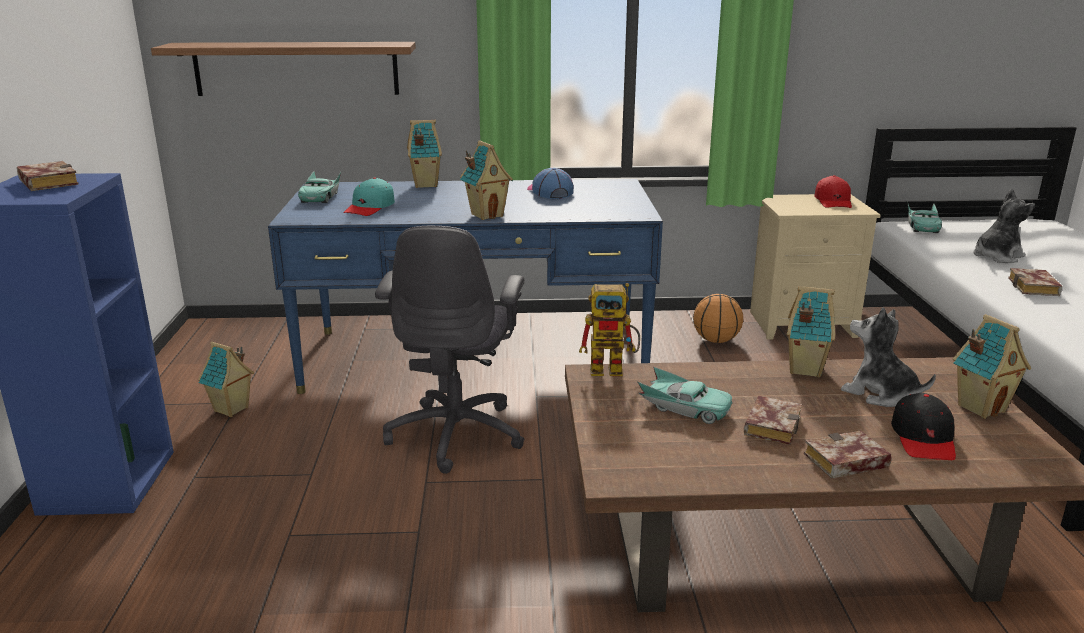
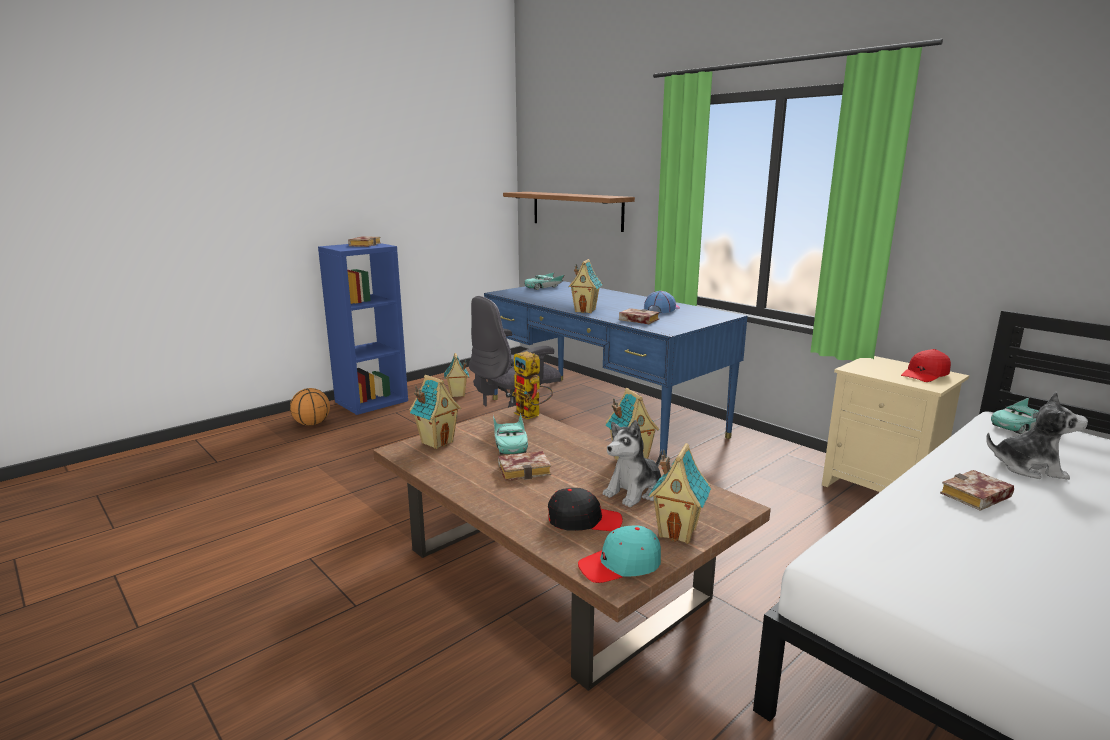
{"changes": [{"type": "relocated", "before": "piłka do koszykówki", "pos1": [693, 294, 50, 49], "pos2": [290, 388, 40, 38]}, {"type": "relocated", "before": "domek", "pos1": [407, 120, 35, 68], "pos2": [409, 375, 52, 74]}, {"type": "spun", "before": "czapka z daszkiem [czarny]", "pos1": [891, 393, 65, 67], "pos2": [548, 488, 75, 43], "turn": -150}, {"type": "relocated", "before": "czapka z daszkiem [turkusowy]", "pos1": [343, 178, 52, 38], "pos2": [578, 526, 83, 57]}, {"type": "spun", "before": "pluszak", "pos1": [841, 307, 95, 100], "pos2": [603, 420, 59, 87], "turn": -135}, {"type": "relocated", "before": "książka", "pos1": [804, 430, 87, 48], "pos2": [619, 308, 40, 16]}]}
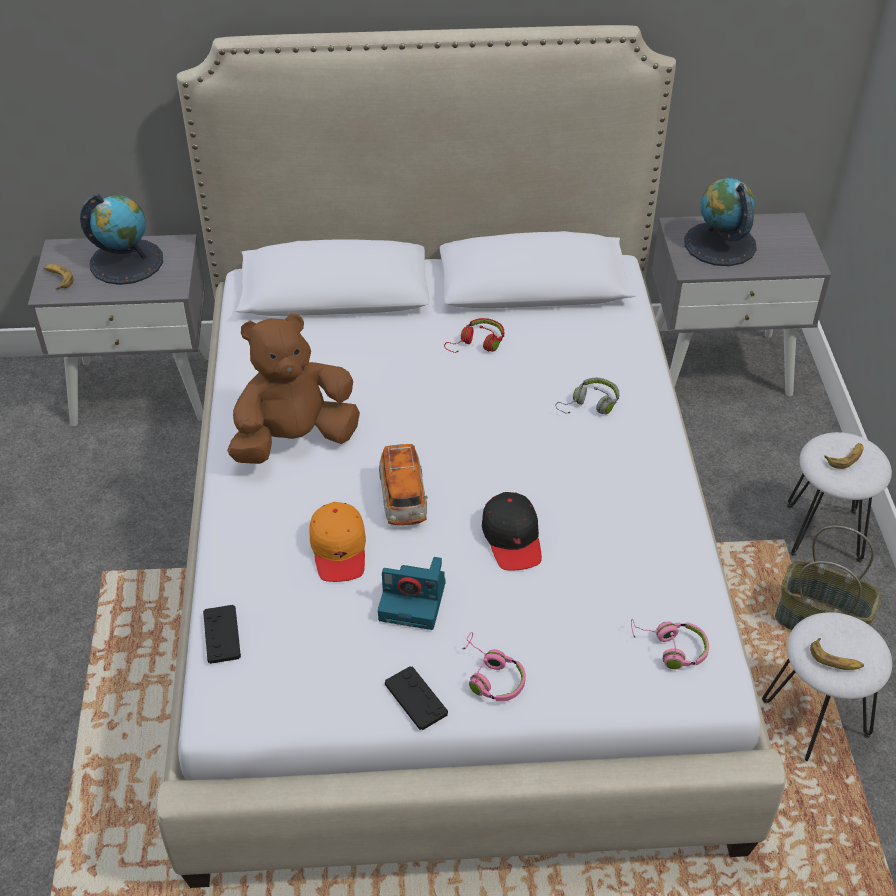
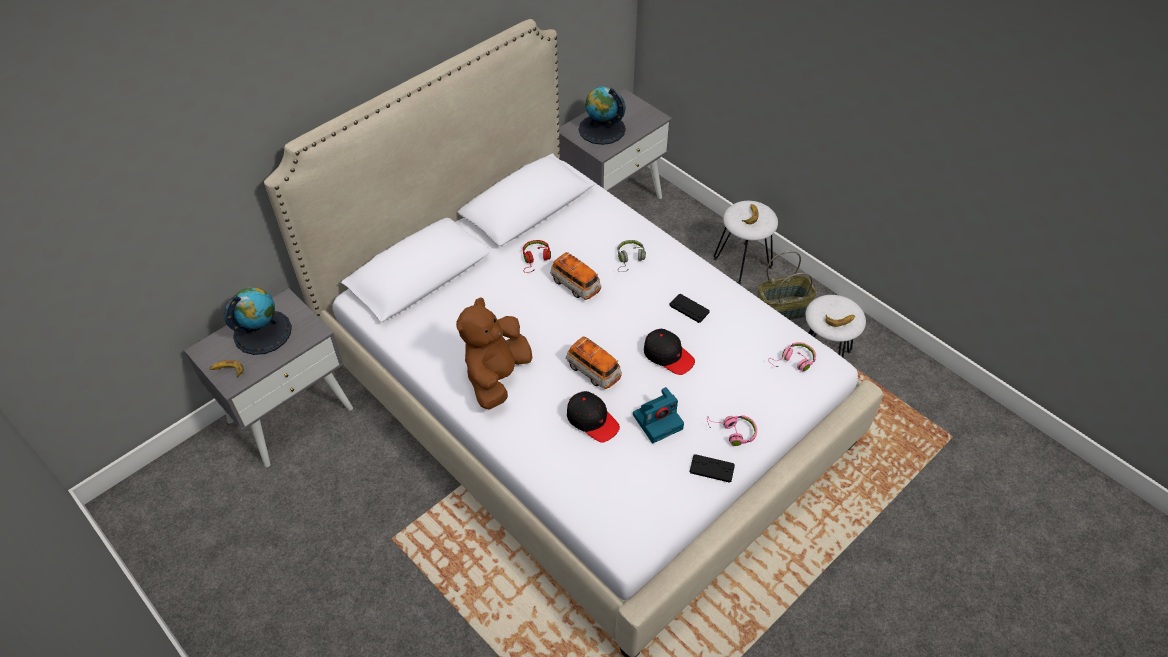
{"changes": [{"type": "appeared", "after": "samochodzik", "pos2": [550, 252, 51, 48]}, {"type": "colour", "before": "czapka z daszkiem [pomarańczowy]", "after": "czapka z daszkiem [czarny]", "pos1": [309, 502, 57, 80], "pos2": [567, 391, 53, 52]}, {"type": "relocated", "before": "pad do gier [czarny]", "pos1": [203, 605, 38, 59], "pos2": [670, 294, 40, 29]}]}
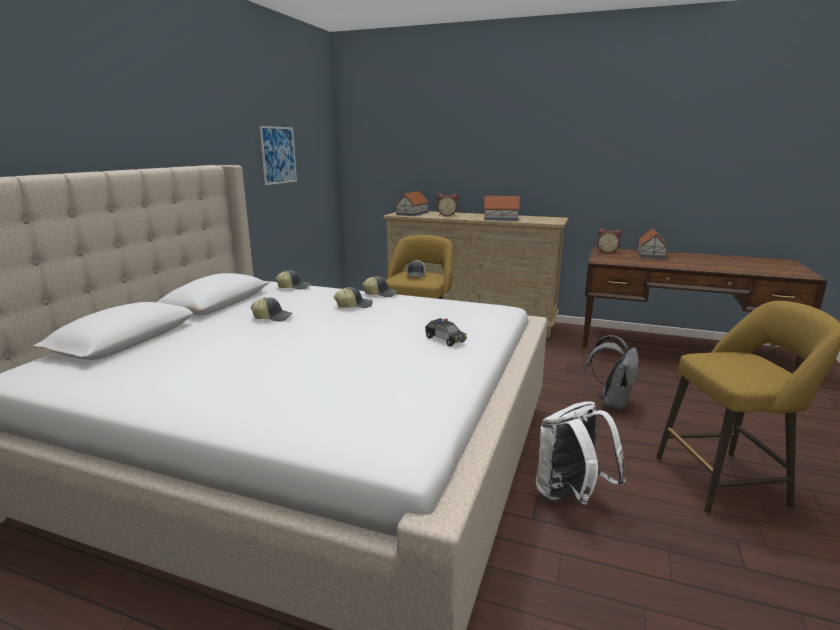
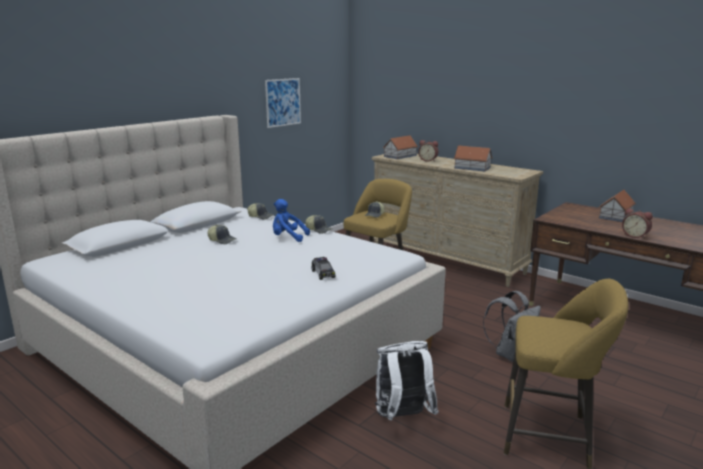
{"changes": [{"type": "exchanged", "before": "czapka z daszkiem", "after": "pluszak [niebieski]", "pos1": [334, 287, 39, 21], "pos2": [273, 199, 37, 43]}, {"type": "relocated", "before": "budzik", "pos1": [597, 229, 25, 24], "pos2": [622, 208, 31, 31]}]}
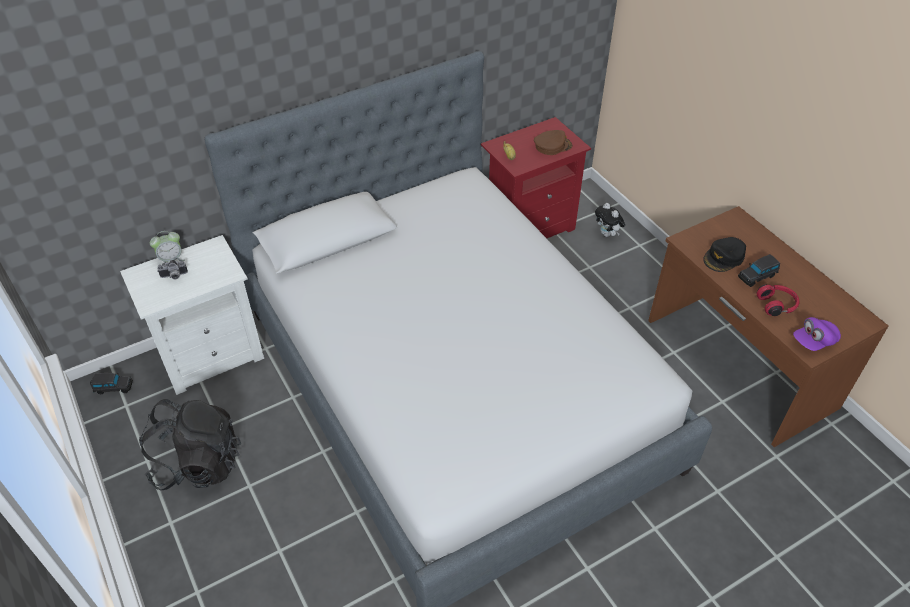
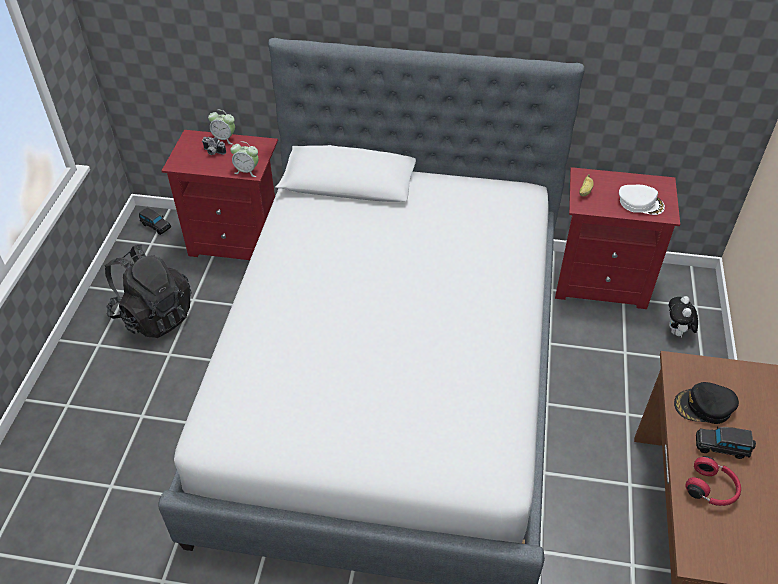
{"changes": [{"type": "colour", "before": "szafka nocna [biały]", "after": "szafka nocna [czerwony]", "pos1": [120, 235, 144, 160], "pos2": [162, 130, 116, 130]}, {"type": "appeared", "after": "budzik", "pos2": [230, 141, 28, 36]}, {"type": "colour", "before": "czapka z daszkiem [brązowy]", "after": "czapka z daszkiem [biały]", "pos1": [534, 130, 39, 25], "pos2": [619, 185, 46, 30]}, {"type": "missing", "before": "czapka z daszkiem [fioletowy]", "pos1": [793, 317, 48, 34]}]}
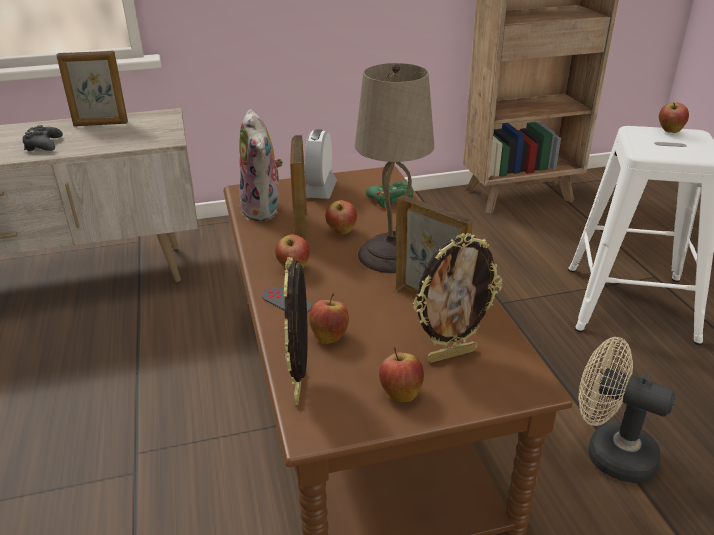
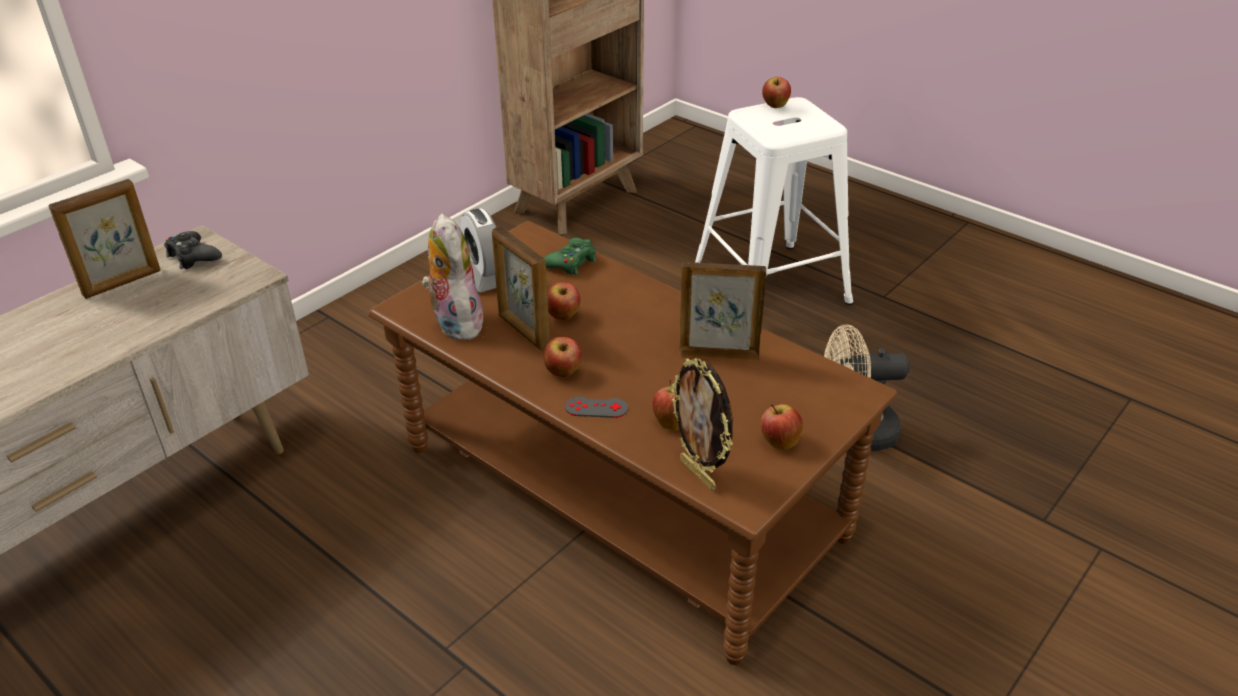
{"changes": [{"type": "relocated", "before": "pad do gier [czarny]", "pos1": [22, 125, 41, 26], "pos2": [164, 231, 58, 38]}, {"type": "spun", "before": "pluszak", "pos1": [239, 109, 44, 112], "pos2": [421, 213, 65, 127], "turn": -150}, {"type": "missing", "before": "lampa stołowa [beżowy]", "pos1": [355, 63, 79, 210]}, {"type": "missing", "before": "ramka na zdjęcie", "pos1": [413, 233, 89, 130]}]}
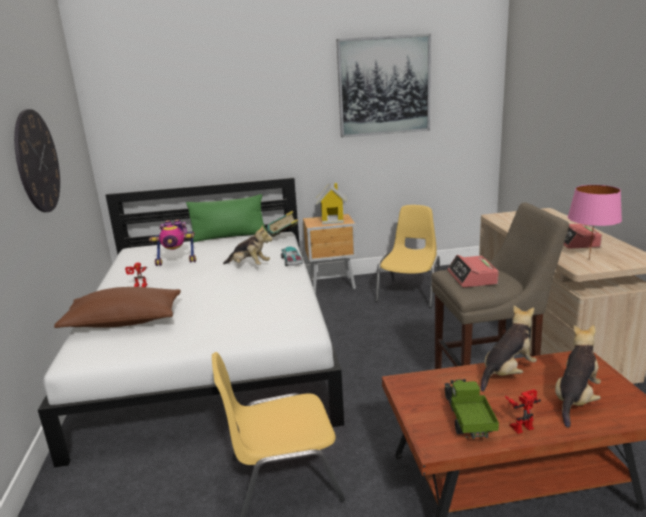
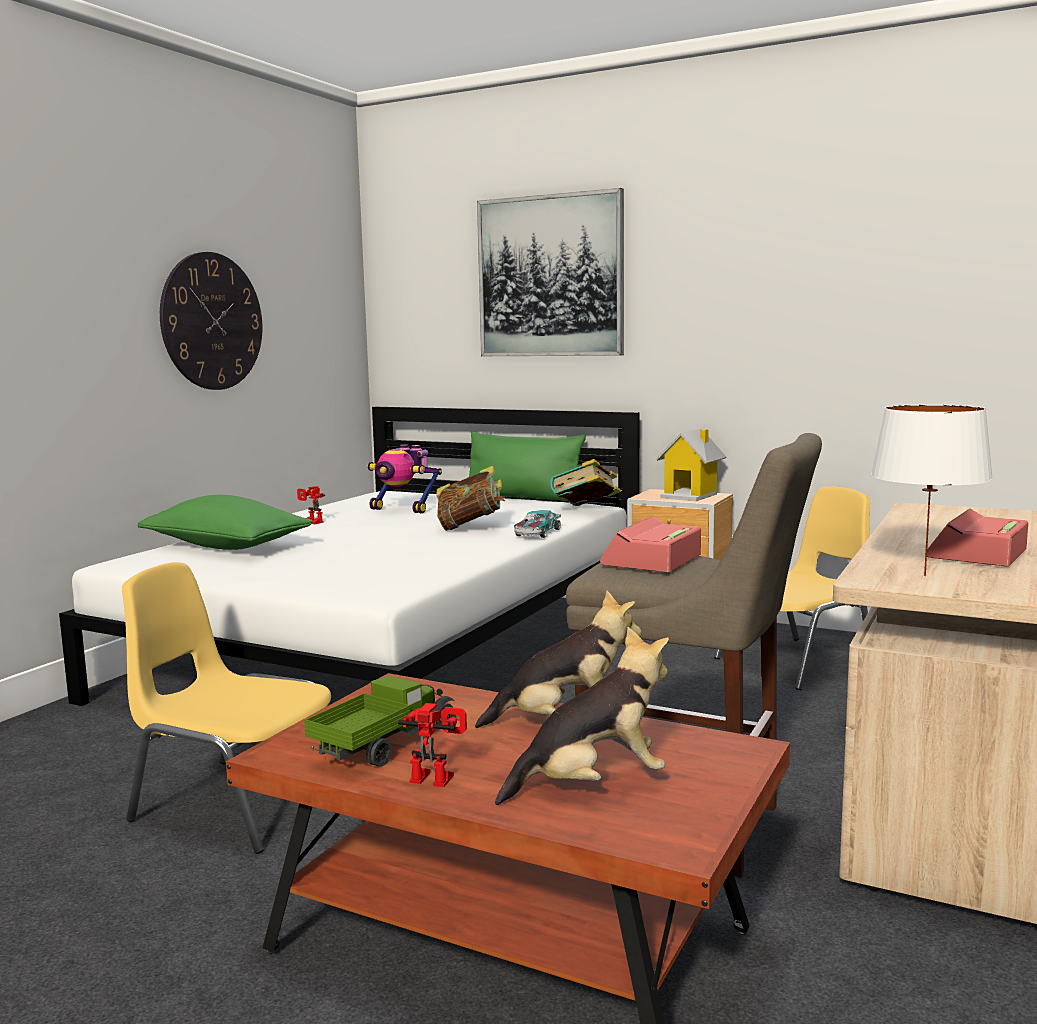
{"changes": [{"type": "colour", "before": "poduszka [brązowy]", "after": "poduszka [zielony]", "pos1": [54, 287, 127, 41], "pos2": [137, 495, 176, 55]}, {"type": "exchanged", "before": "pluszak", "after": "książka", "pos1": [223, 224, 50, 41], "pos2": [436, 466, 69, 65]}, {"type": "relocated", "before": "obraz", "pos1": [336, 34, 95, 104], "pos2": [477, 188, 147, 168]}, {"type": "colour", "before": "lampa stołowa [różowy]", "after": "lampa stołowa [biały]", "pos1": [568, 185, 54, 75], "pos2": [871, 404, 122, 172]}]}
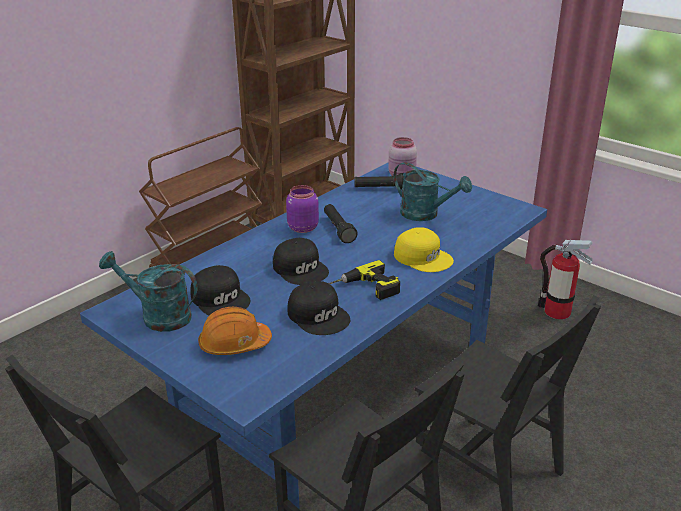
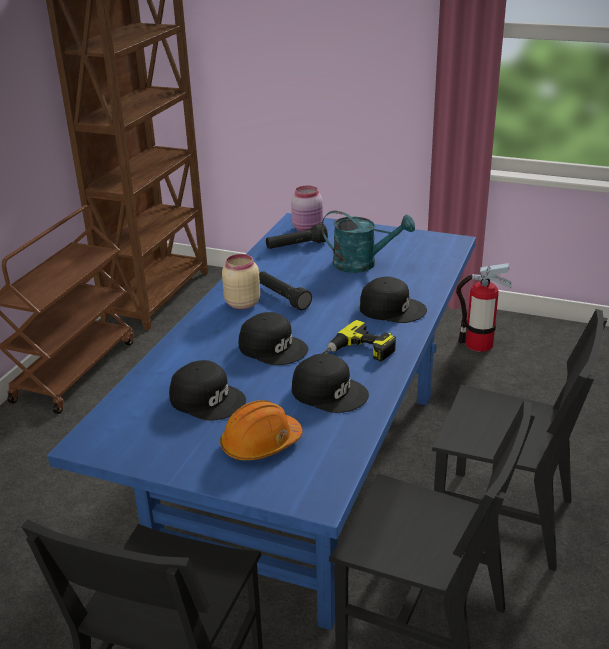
{"changes": [{"type": "colour", "before": "słoik [fioletowy]", "after": "słoik [beżowy]", "pos1": [286, 185, 33, 48], "pos2": [222, 254, 38, 55]}, {"type": "colour", "before": "czapka z daszkiem [żółty]", "after": "czapka z daszkiem [czarny]", "pos1": [394, 227, 60, 45], "pos2": [360, 276, 67, 47]}, {"type": "missing", "before": "konewka [turkusowy]", "pos1": [99, 251, 99, 81]}]}
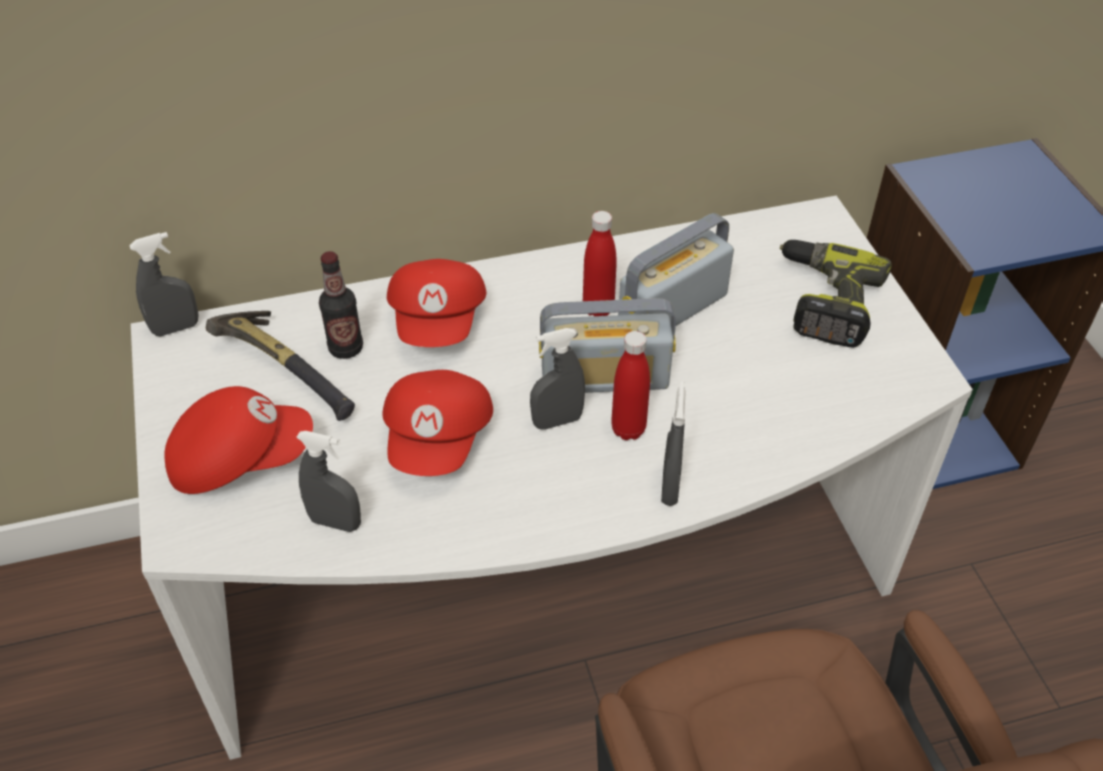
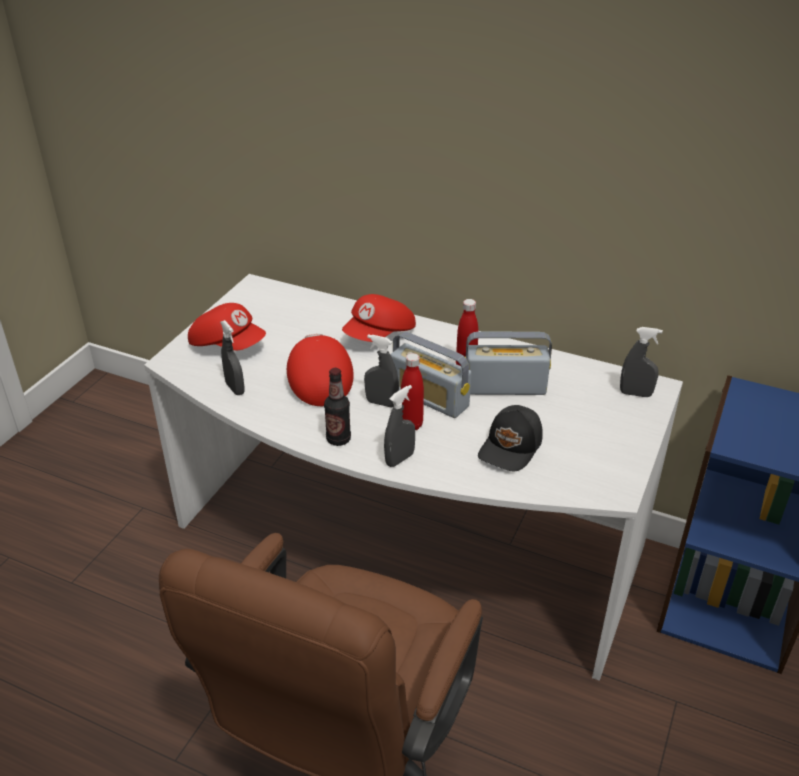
{"changes": [{"type": "spun", "before": "czapka z daszkiem [czerwony]", "pos1": [382, 370, 111, 106], "pos2": [287, 334, 67, 72], "turn": 120}, {"type": "relocated", "before": "butelka", "pos1": [319, 251, 44, 108], "pos2": [324, 368, 27, 78]}, {"type": "appeared", "after": "czapka z daszkiem [czarny]", "pos2": [478, 405, 65, 67]}, {"type": "relocated", "before": "spryskiwacz [szary]", "pos1": [129, 232, 69, 104], "pos2": [620, 327, 43, 70]}, {"type": "missing", "before": "młotek", "pos1": [206, 311, 149, 110]}, {"type": "missing", "before": "wiertarka", "pos1": [780, 240, 112, 108]}]}
